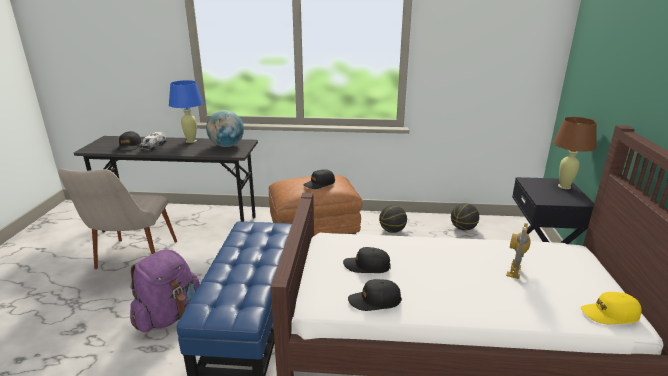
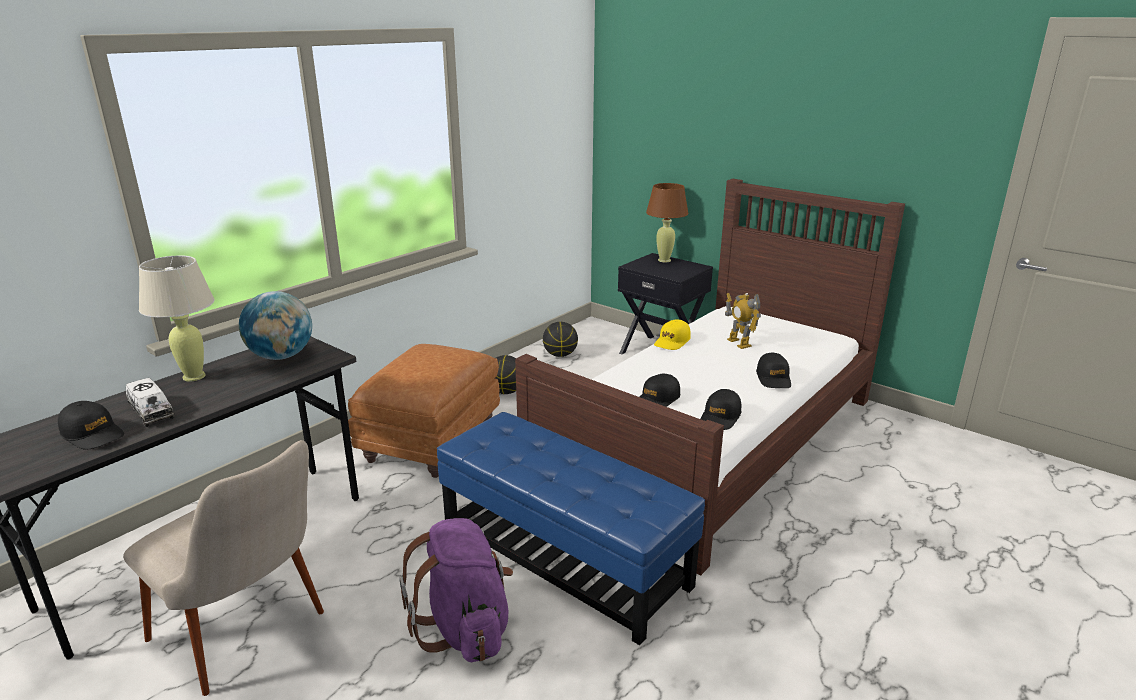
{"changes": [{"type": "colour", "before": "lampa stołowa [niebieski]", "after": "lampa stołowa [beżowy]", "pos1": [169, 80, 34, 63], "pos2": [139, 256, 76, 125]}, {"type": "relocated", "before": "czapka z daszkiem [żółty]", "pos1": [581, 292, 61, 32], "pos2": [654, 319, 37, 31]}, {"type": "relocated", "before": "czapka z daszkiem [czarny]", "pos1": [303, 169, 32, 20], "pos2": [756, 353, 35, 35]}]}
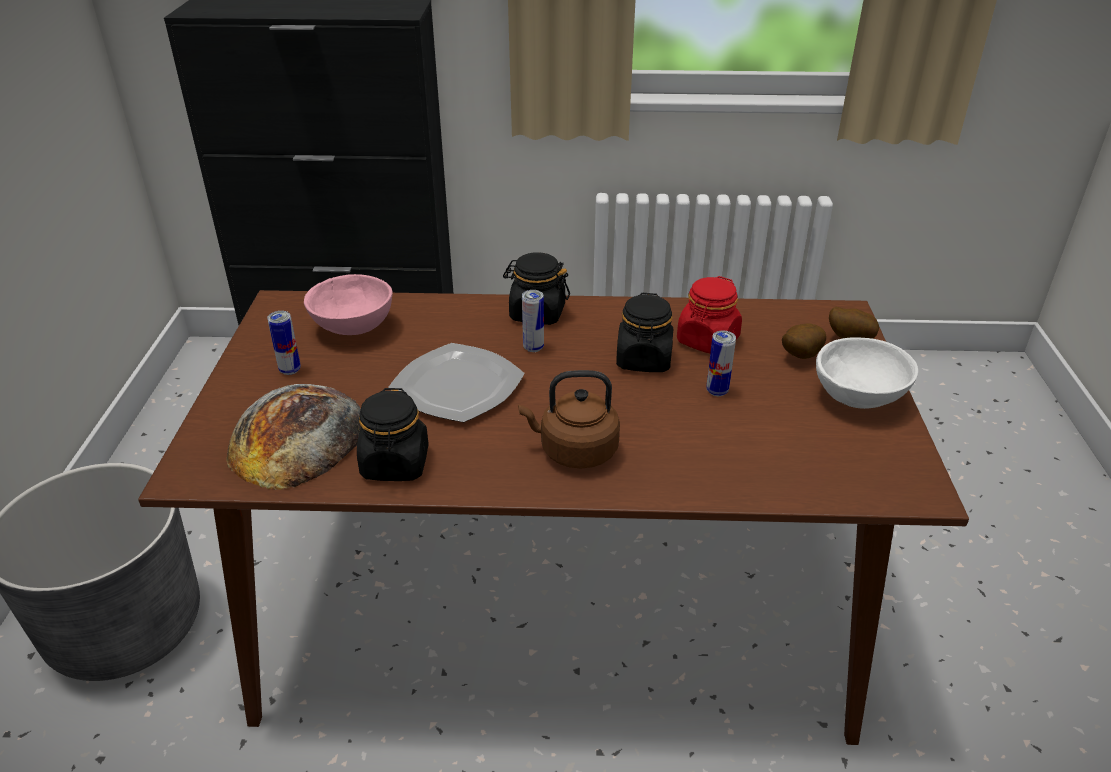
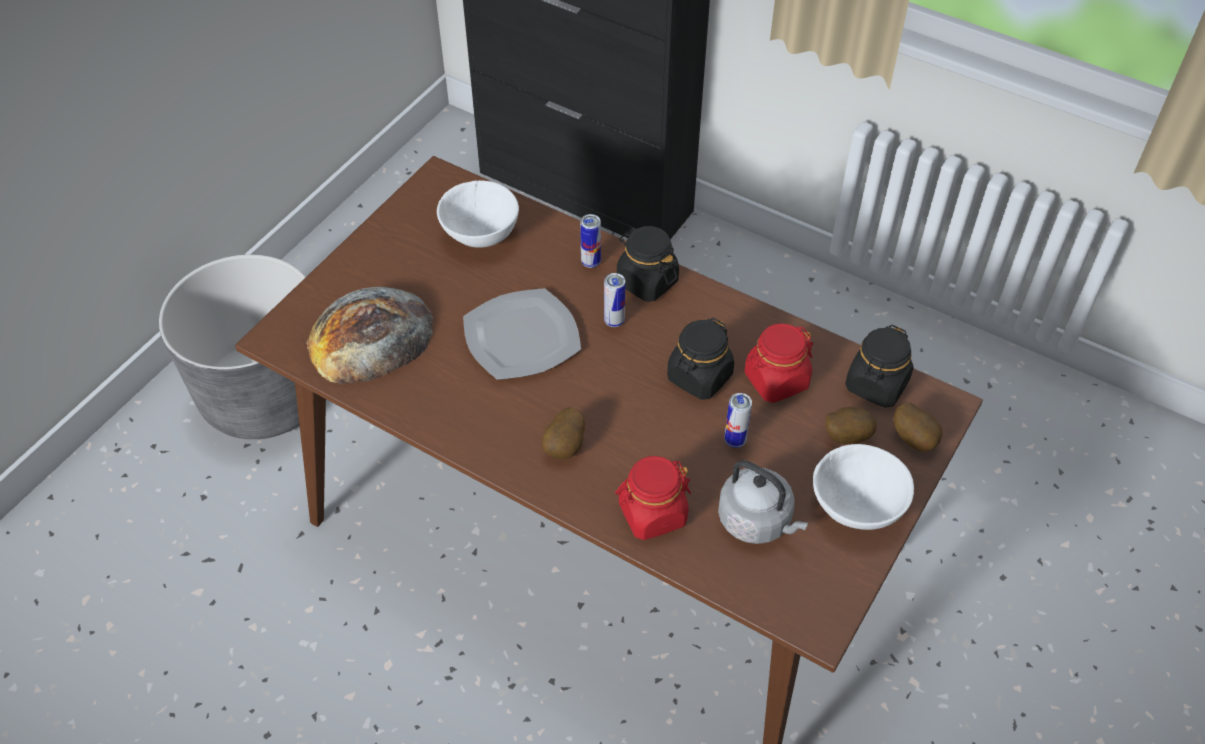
{"changes": [{"type": "colour", "before": "miska [różowy]", "after": "miska [biały]", "pos1": [304, 274, 89, 61], "pos2": [437, 180, 82, 68]}, {"type": "exchanged", "before": "czajnik [brązowy]", "after": "ziemniak", "pos1": [518, 370, 102, 99], "pos2": [542, 408, 43, 51]}, {"type": "relocated", "before": "puszka", "pos1": [267, 311, 34, 64], "pos2": [580, 214, 21, 54]}, {"type": "appeared", "after": "słoik [czerwony]", "pos2": [615, 456, 76, 84]}, {"type": "appeared", "after": "czajnik [szary]", "pos2": [718, 460, 90, 84]}, {"type": "relocated", "before": "słoik [czarny]", "pos1": [357, 388, 72, 93], "pos2": [845, 325, 69, 83]}]}
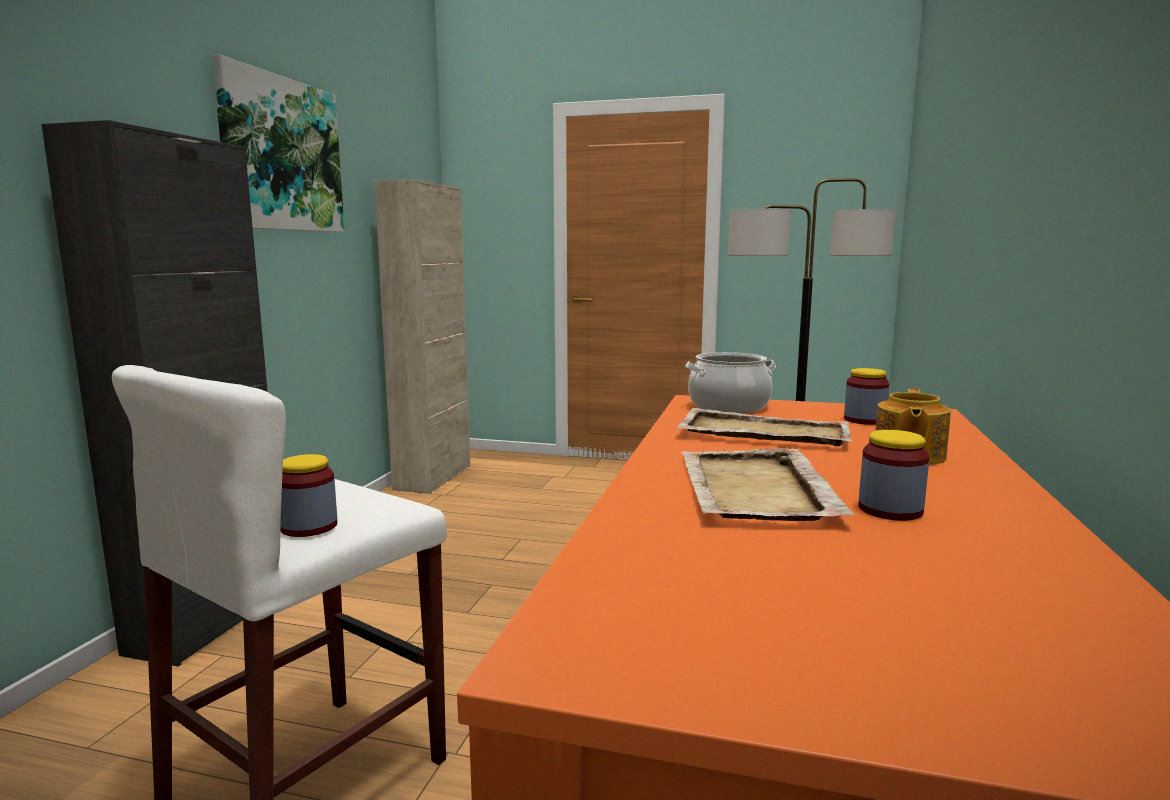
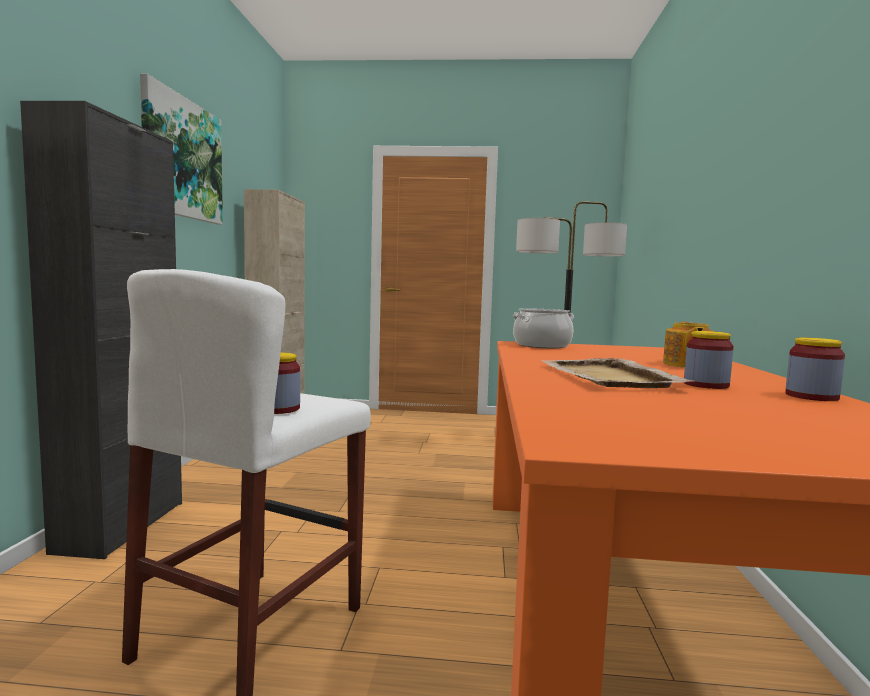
{"changes": [{"type": "relocated", "before": "słoik", "pos1": [844, 368, 45, 57], "pos2": [785, 338, 60, 63]}, {"type": "missing", "before": "taca [beżowy]", "pos1": [675, 408, 177, 38]}]}
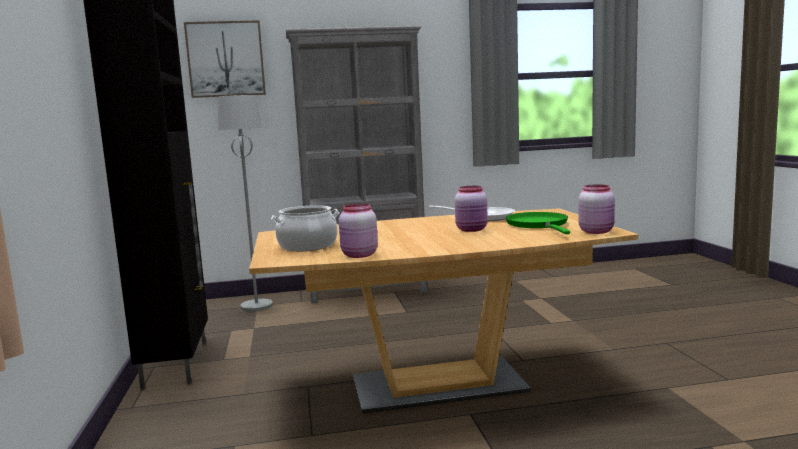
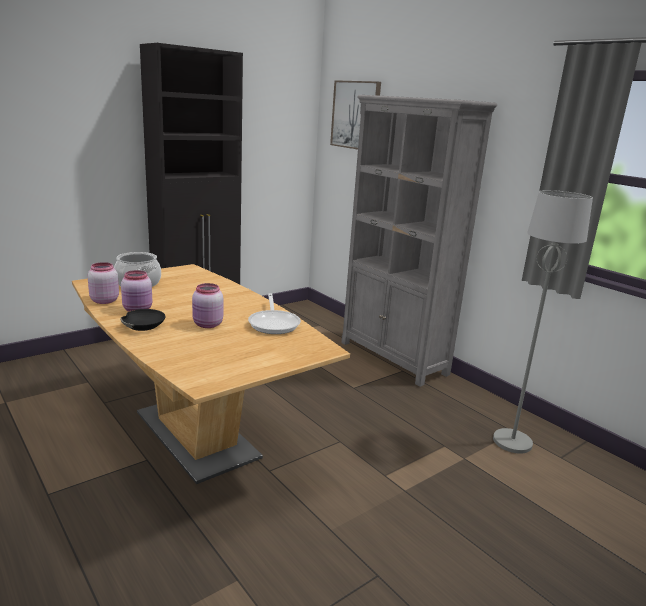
{"changes": [{"type": "appeared", "after": "miska [czarny]", "pos2": [120, 309, 45, 22]}, {"type": "relocated", "before": "słoik [różowy]", "pos1": [578, 185, 37, 49], "pos2": [121, 270, 31, 42]}, {"type": "relocated", "before": "lampa stojąca [szary]", "pos1": [218, 95, 55, 217], "pos2": [493, 190, 100, 264]}, {"type": "missing", "before": "patelnia [zielony]", "pos1": [505, 212, 65, 22]}]}
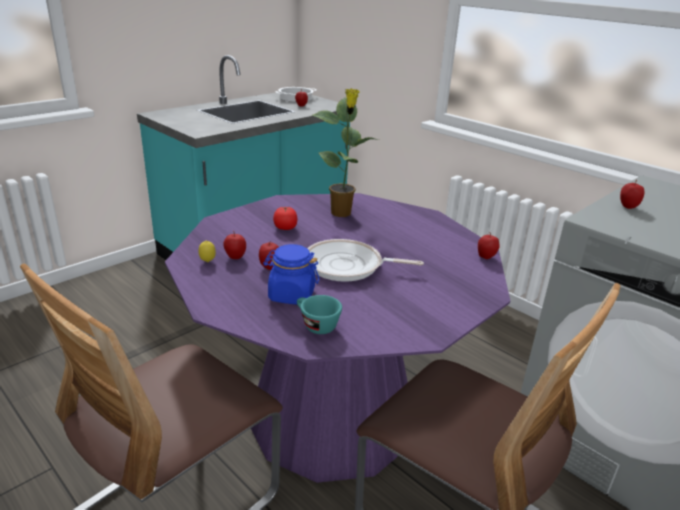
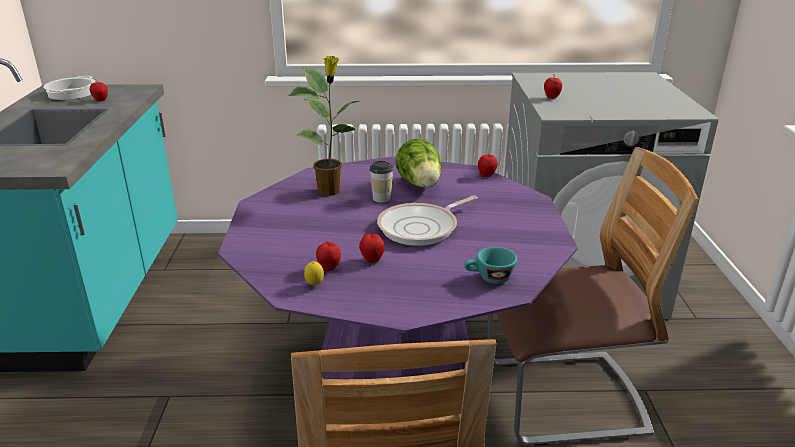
{"changes": [{"type": "appeared", "after": "filiżanka", "pos2": [370, 161, 23, 42]}, {"type": "appeared", "after": "sałata", "pos2": [396, 138, 45, 50]}, {"type": "missing", "before": "słoik [niebieski]", "pos1": [263, 244, 57, 60]}, {"type": "missing", "before": "pomidor", "pos1": [273, 206, 24, 24]}]}
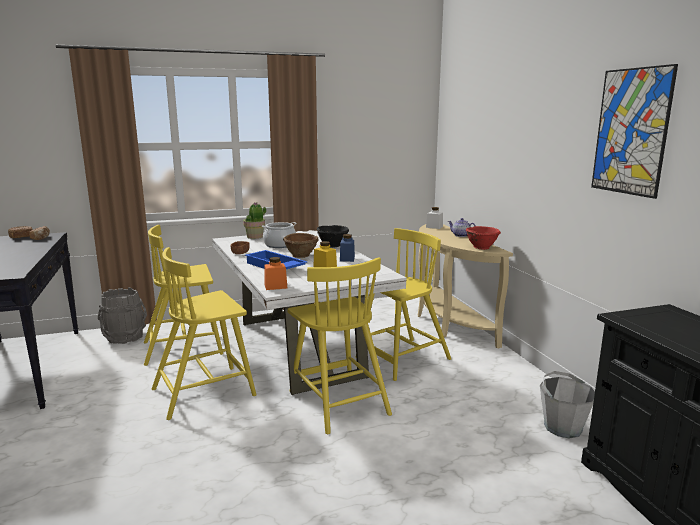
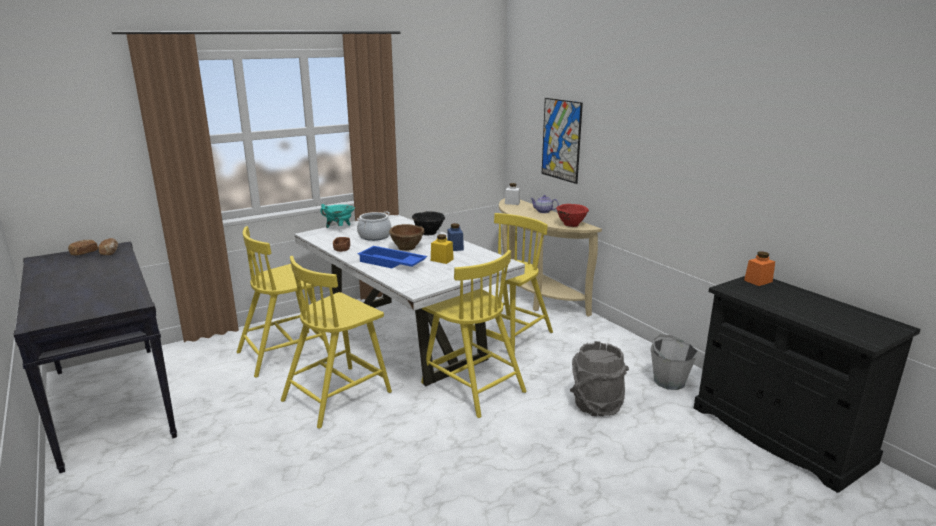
{"changes": [{"type": "exchanged", "before": "roślina doniczkowa", "after": "garnek [turkusowy]", "pos1": [243, 202, 23, 37], "pos2": [320, 204, 35, 24]}, {"type": "relocated", "before": "obraz", "pos1": [591, 64, 87, 135], "pos2": [542, 98, 41, 86]}, {"type": "relocated", "before": "wiadro [szary]", "pos1": [98, 288, 49, 56], "pos2": [570, 341, 59, 75]}, {"type": "relocated", "before": "słoik [pomarańczowy]", "pos1": [265, 257, 22, 33], "pos2": [744, 251, 31, 35]}]}
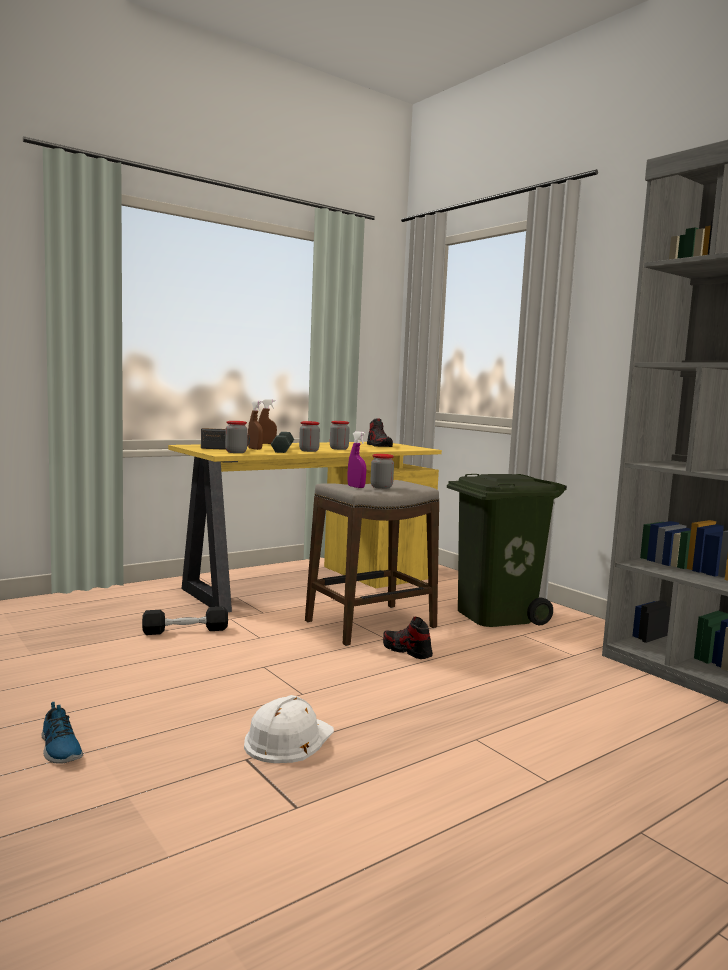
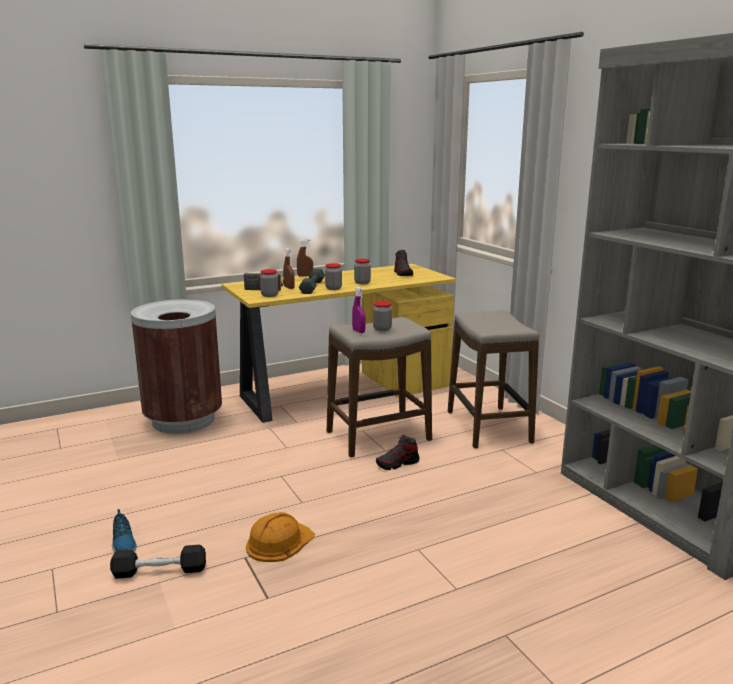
{"changes": [{"type": "relocated", "before": "hantel [czarny]", "pos1": [142, 606, 86, 29], "pos2": [110, 545, 96, 34]}, {"type": "appeared", "after": "kosz na śmieci [brązowy]", "pos2": [131, 299, 91, 135]}, {"type": "colour", "before": "kask [biały]", "after": "kask [pomarańczowy]", "pos1": [244, 695, 90, 68], "pos2": [246, 512, 69, 50]}, {"type": "spun", "before": "but", "pos1": [383, 617, 50, 42], "pos2": [376, 435, 43, 35], "turn": -75}, {"type": "exchanged", "before": "kosz na śmieci [zielony]", "after": "stołek", "pos1": [447, 474, 120, 153], "pos2": [448, 310, 91, 139]}]}
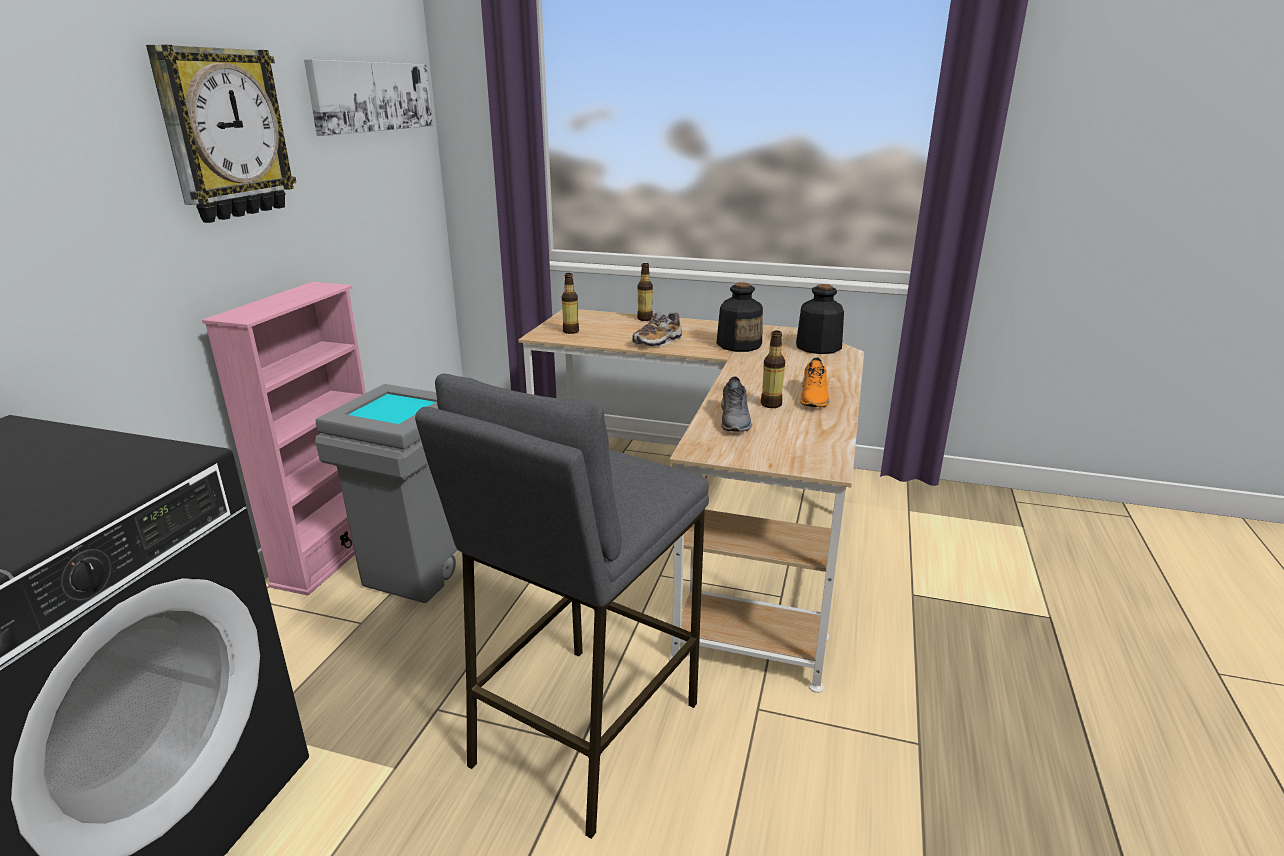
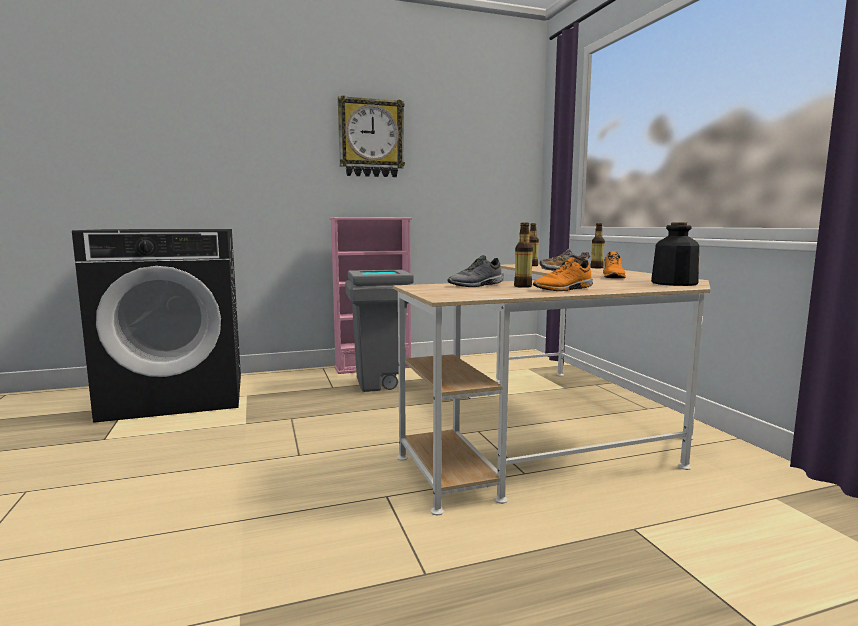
{"changes": [{"type": "exchanged", "before": "butelka", "after": "but [pomarańczowy]", "pos1": [717, 282, 46, 70], "pos2": [603, 251, 23, 27]}, {"type": "missing", "before": "obraz", "pos1": [304, 60, 129, 76]}, {"type": "missing", "before": "stołek [szary]", "pos1": [415, 374, 294, 465]}]}
